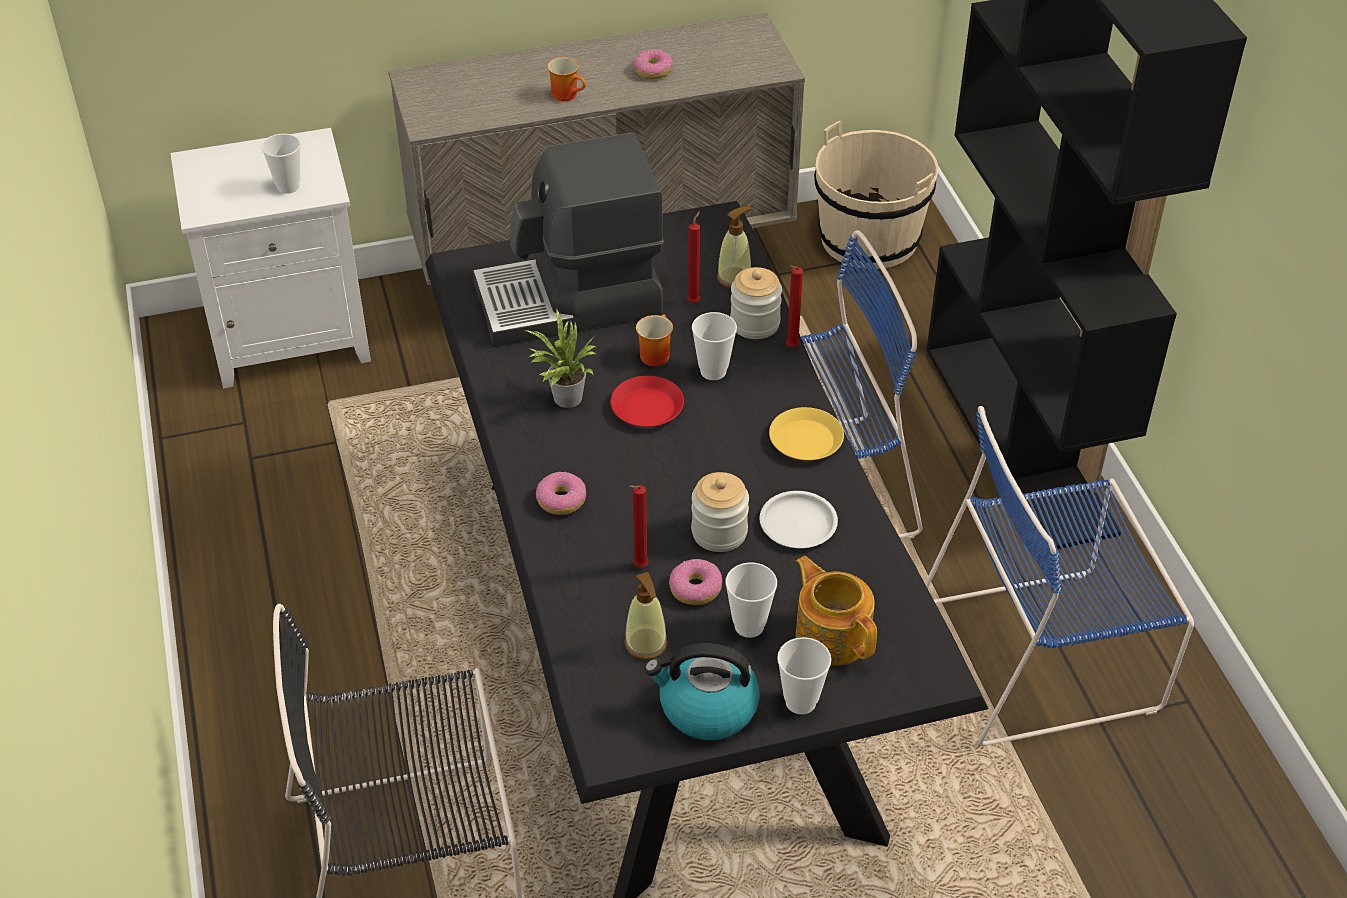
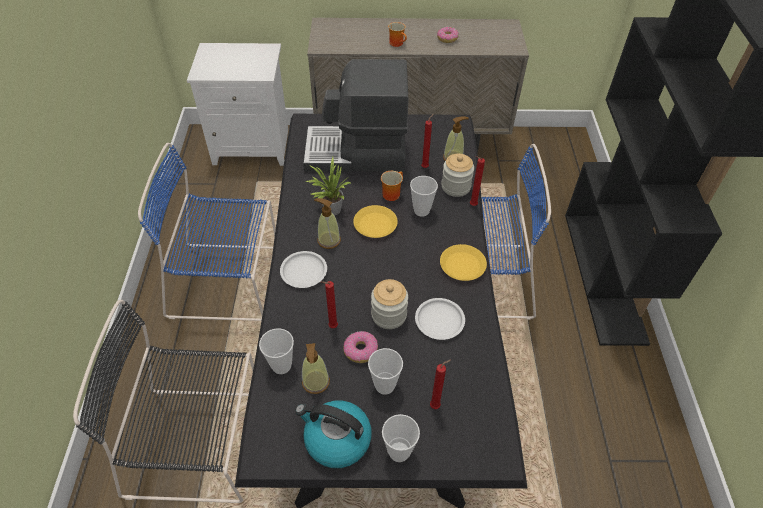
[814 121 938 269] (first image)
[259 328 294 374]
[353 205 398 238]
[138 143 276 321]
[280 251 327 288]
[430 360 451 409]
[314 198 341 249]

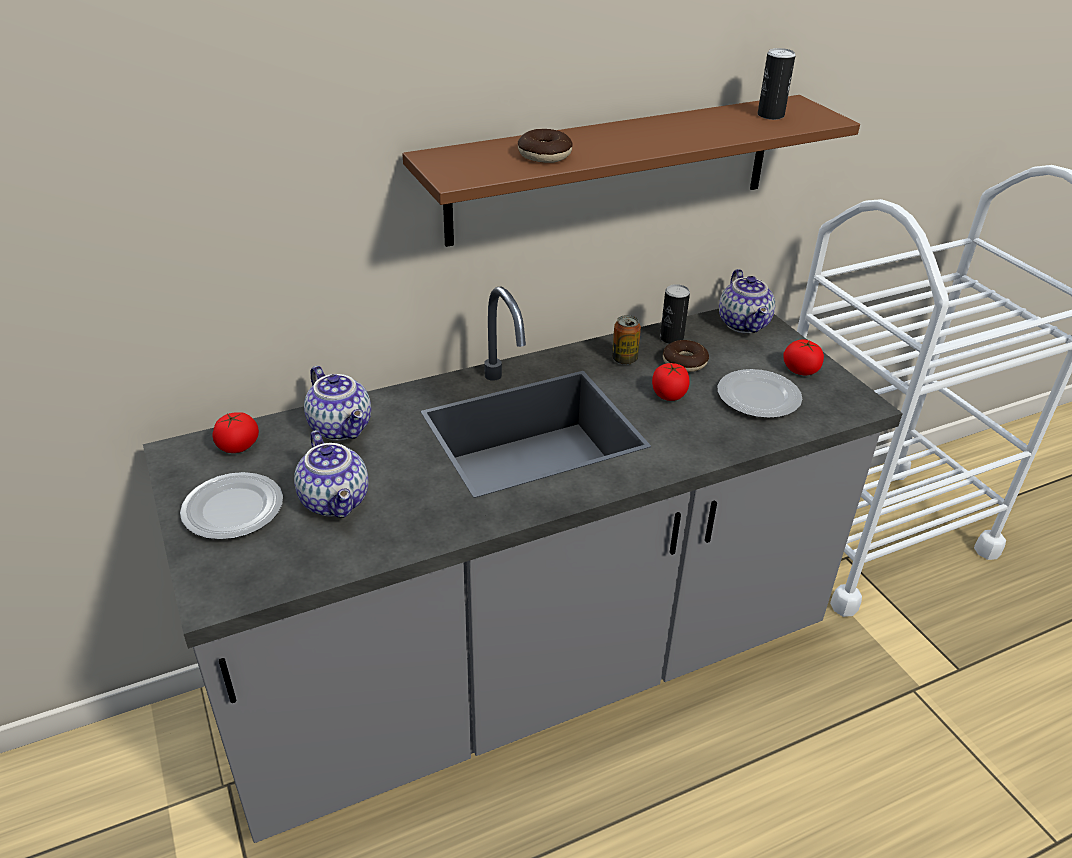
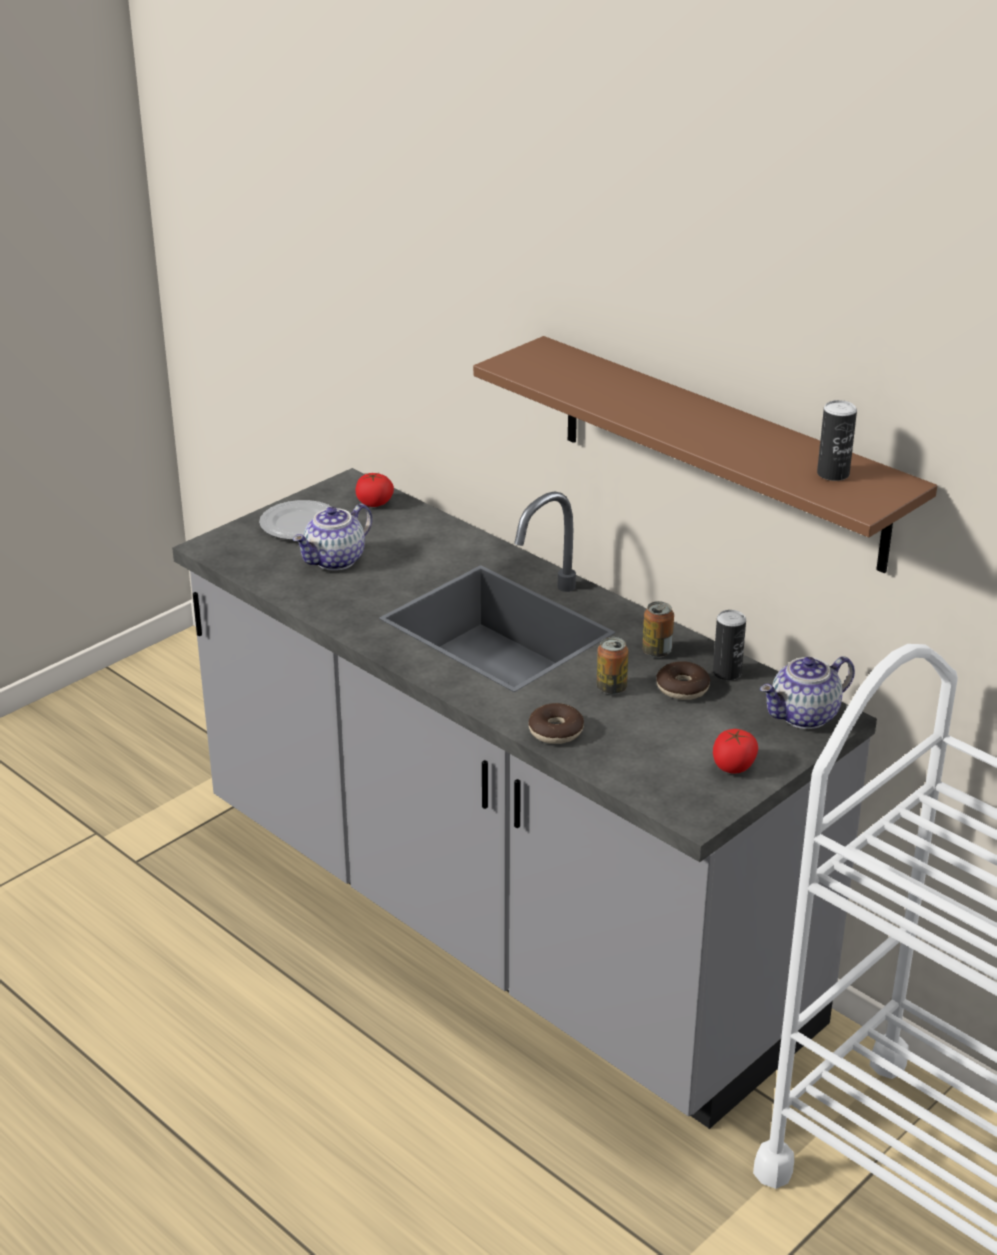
[529 703 584 744]
[597 637 628 695]
[304 366 371 441] (first image)
[717 369 802 418] (first image)

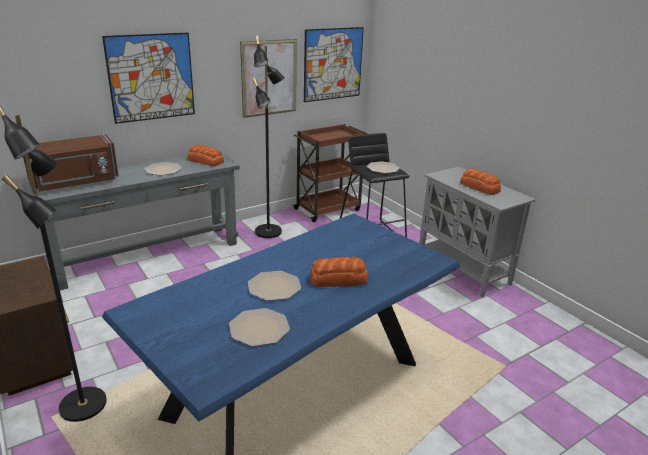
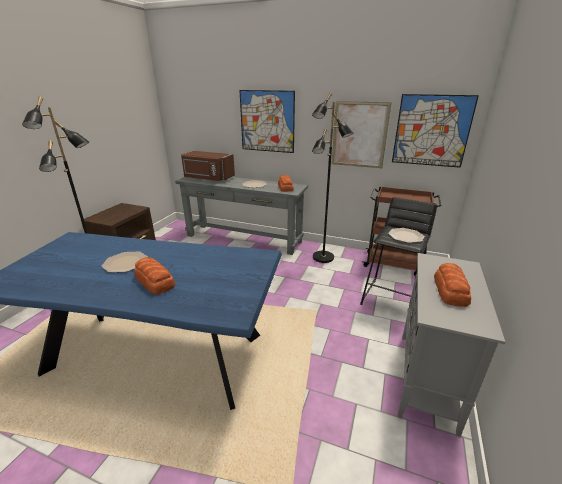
[229 308 290 346] (first image)

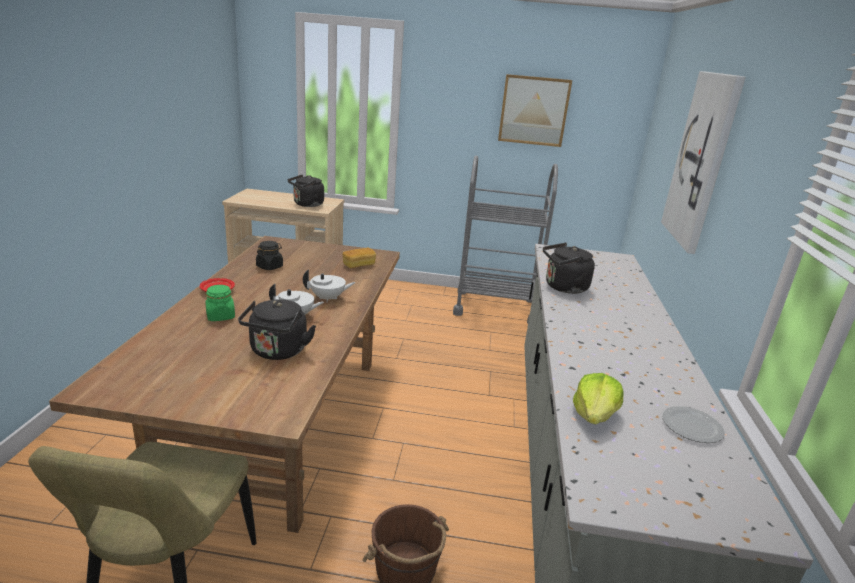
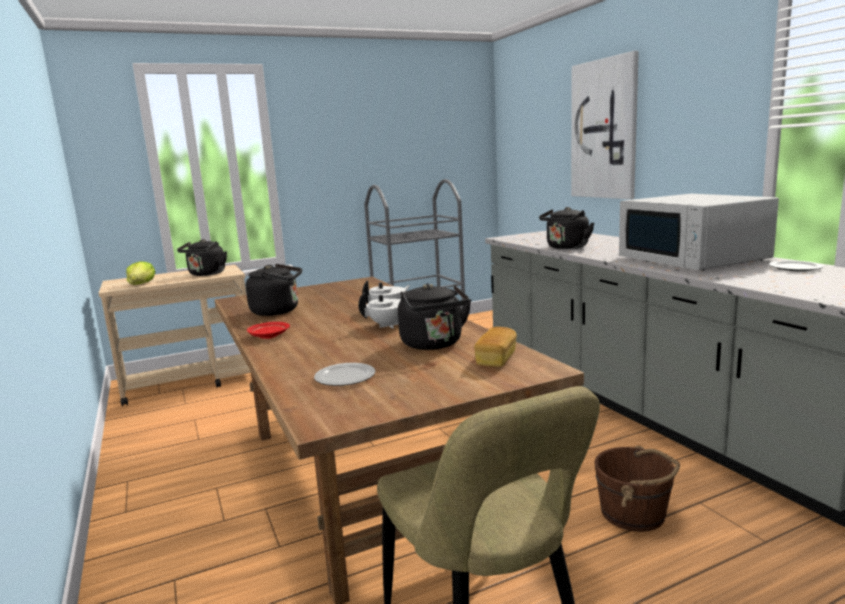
[498 74 572 147] (first image)
[246 264 302 316]
[474 327 517 367]
[205 285 235 321] (first image)
[126 262 155 285]
[619 194 779 270]
[314 363 375 386]

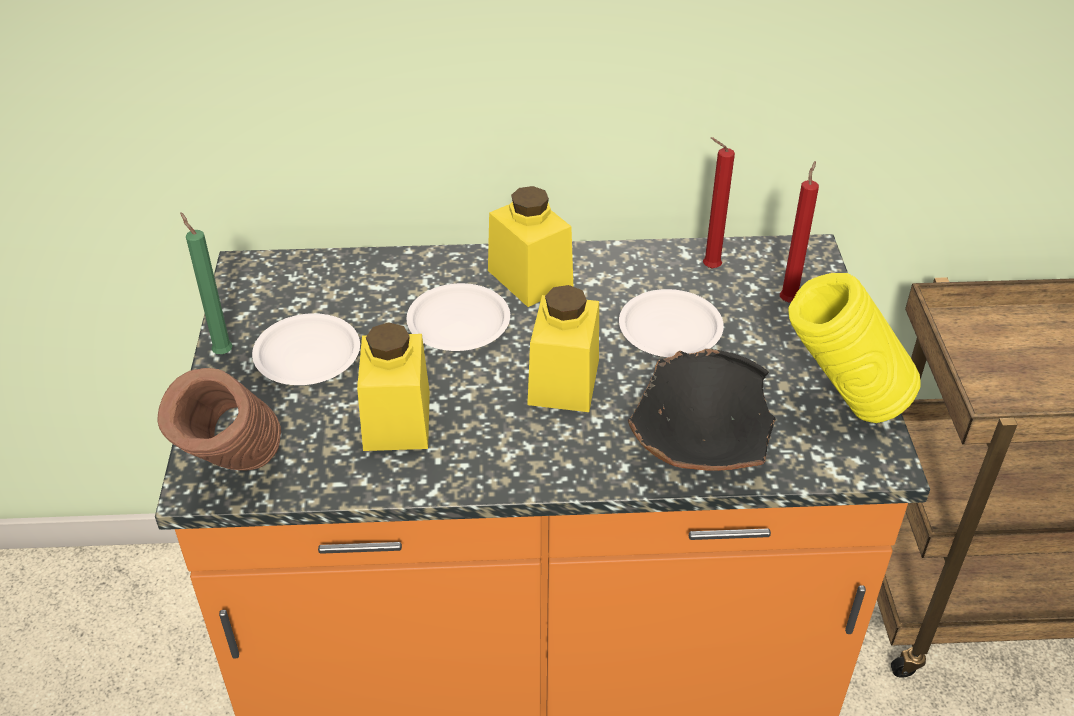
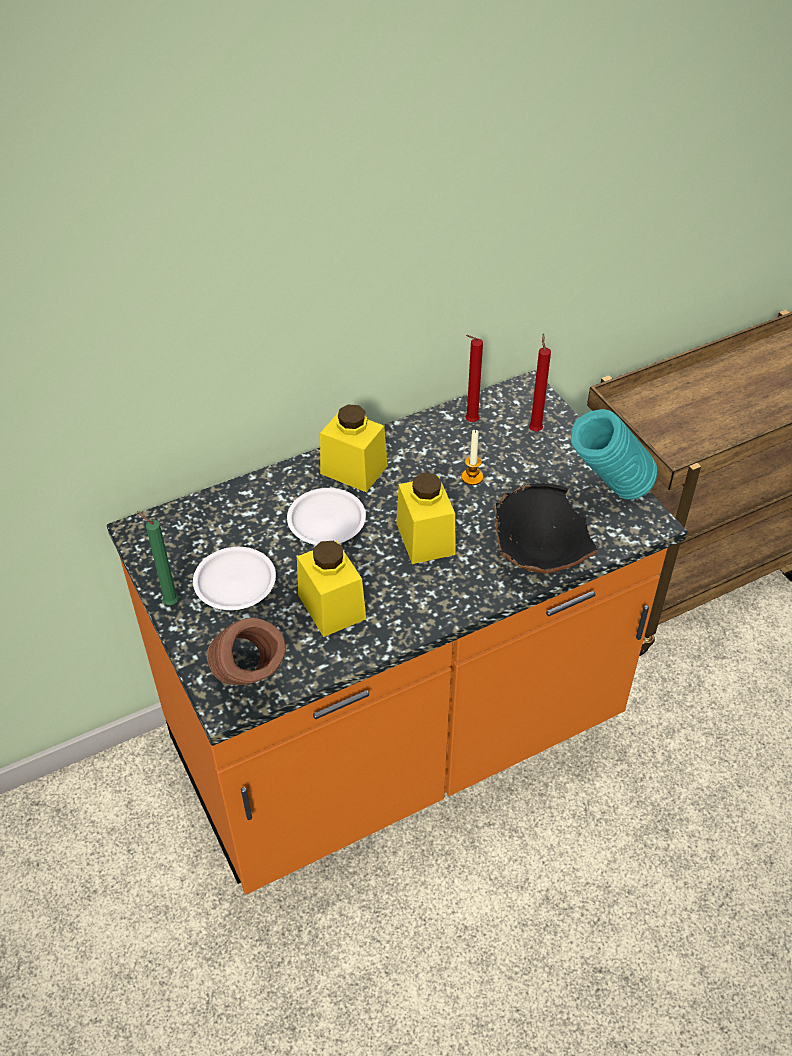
[571 409 657 500]
[461 430 483 485]

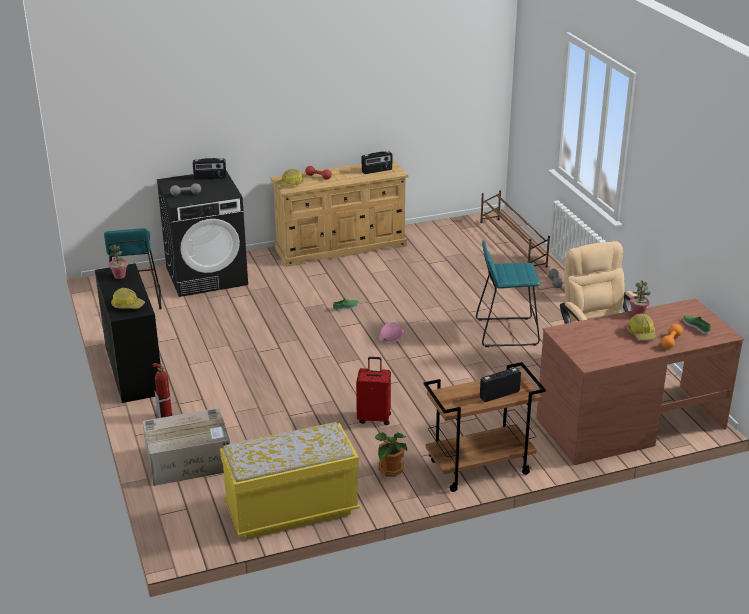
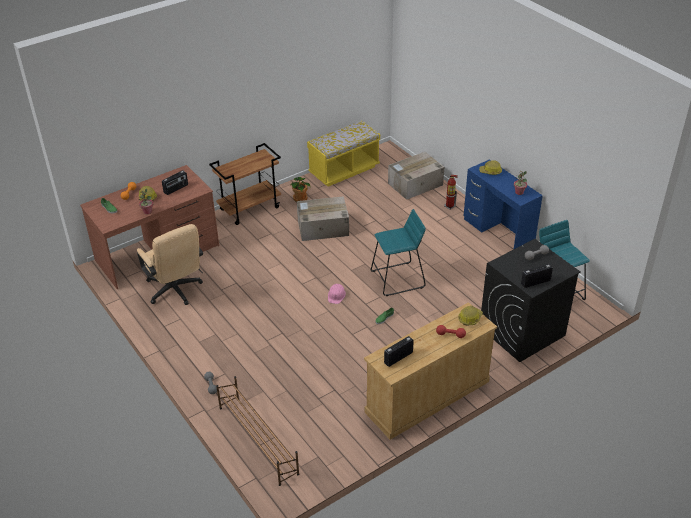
[371 209 426 296]
[464 159 543 250]
[297 196 349 241]
[162 171 188 195]

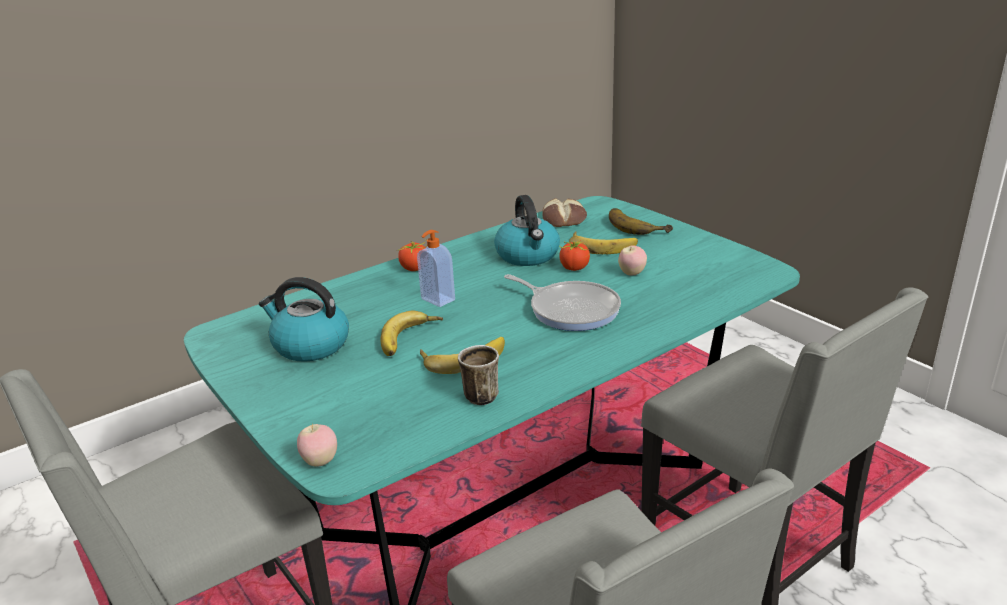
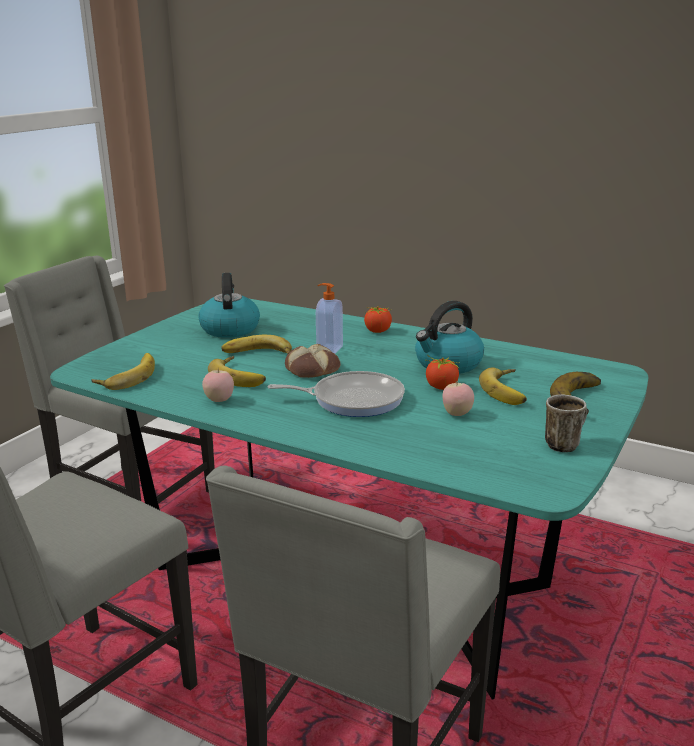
[285 344 340 378]
[267 371 405 417]
[545 395 587 452]
[202 368 234 402]
[91 353 155 390]

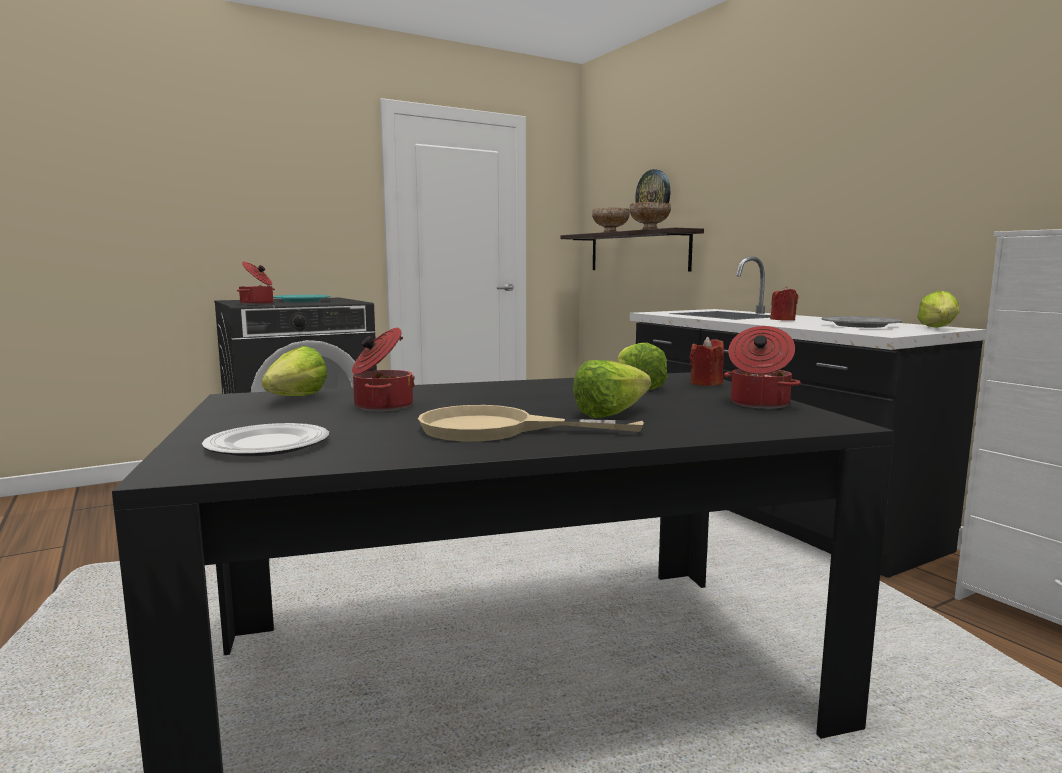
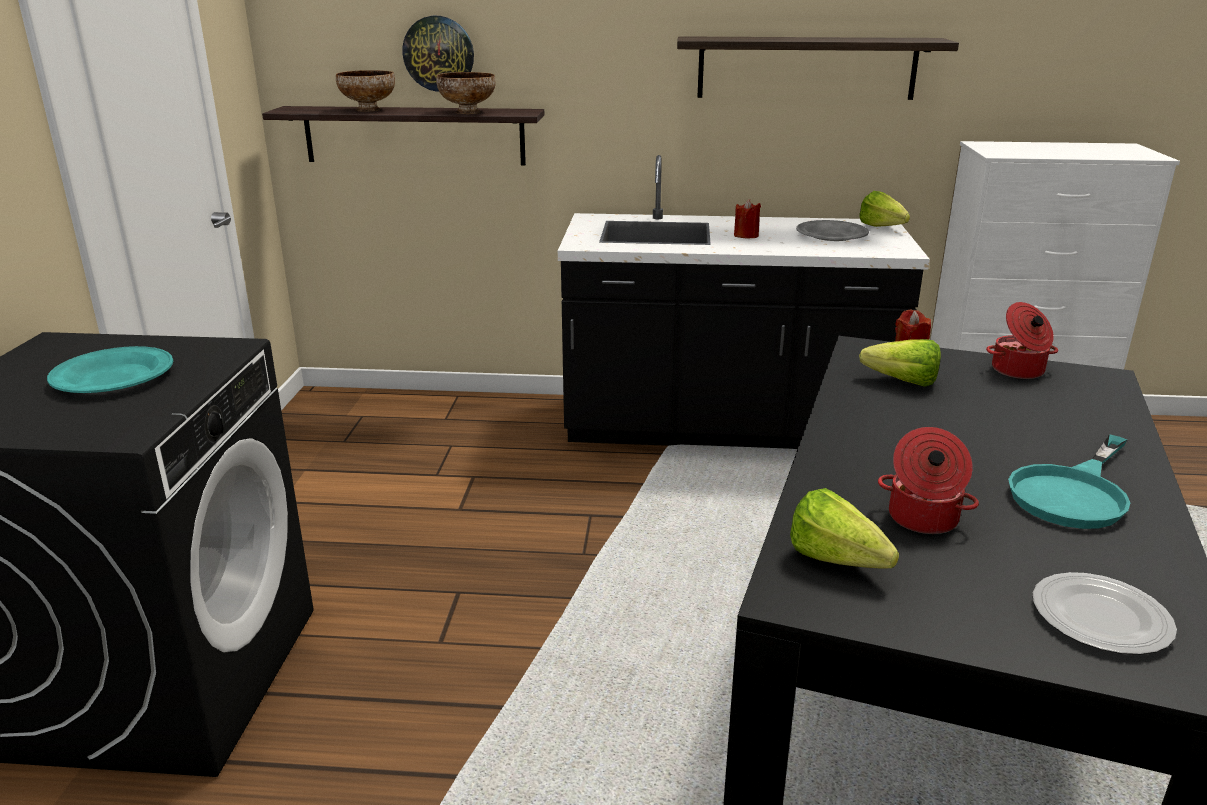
[237 261 275 305] (first image)
[573 360 651 418] (first image)
[1008 434 1130 529]
[677 36 959 100]

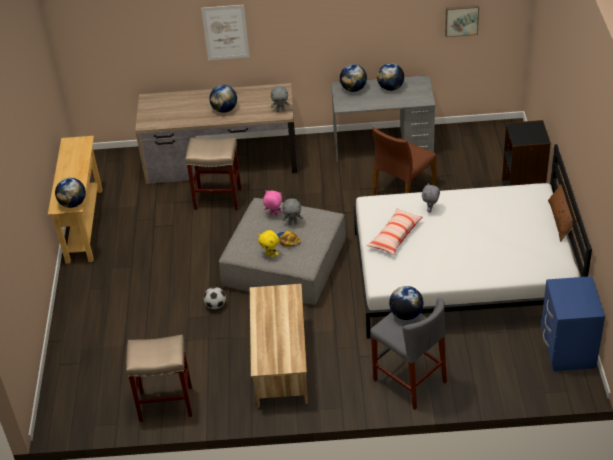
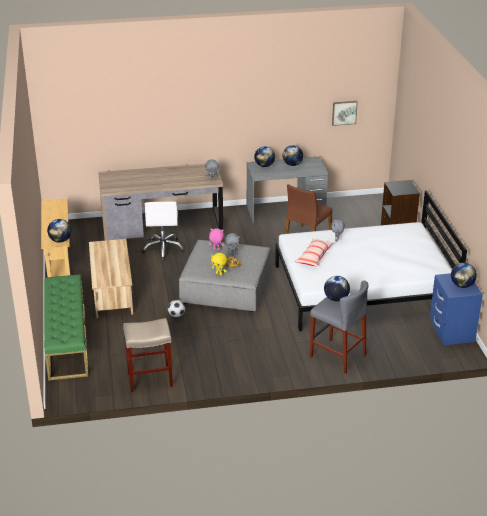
[201 5 250 60] (first image)
[451 263 477 288]
[142 202 185 260]
[548 181 577 242] (first image)
[89 239 133 318]
[44 274 88 381]

